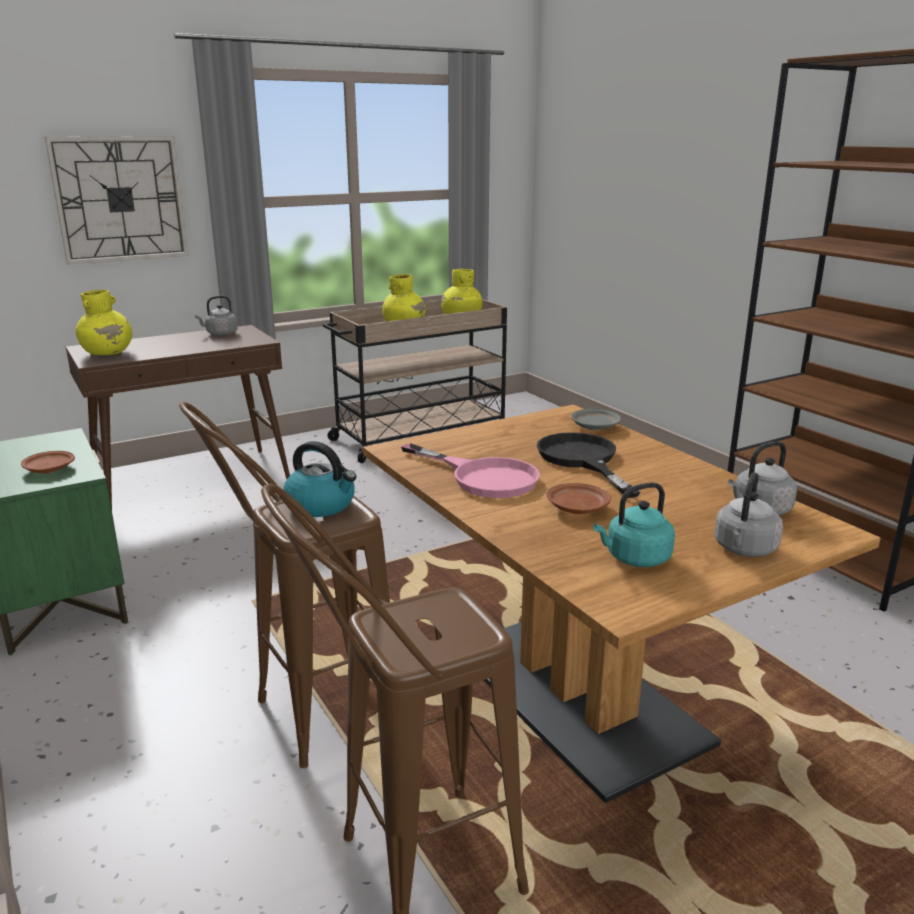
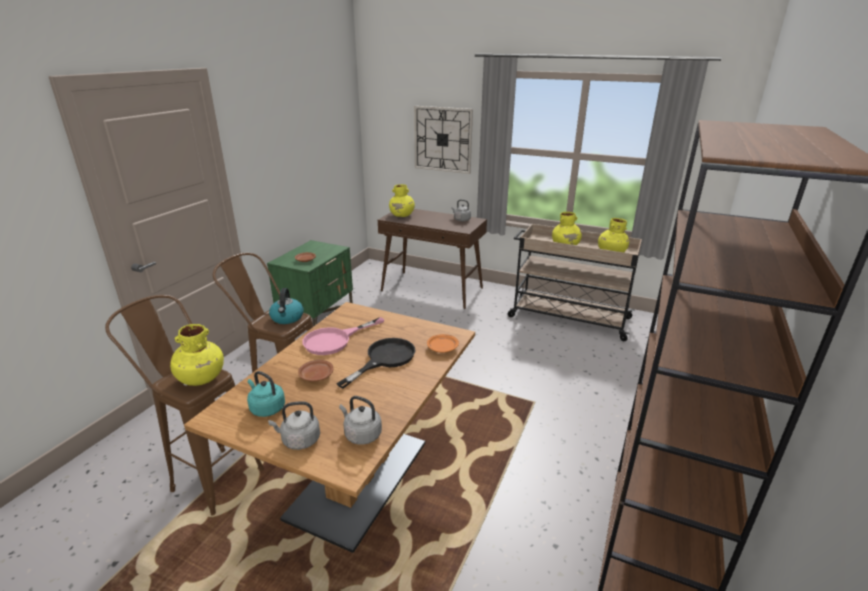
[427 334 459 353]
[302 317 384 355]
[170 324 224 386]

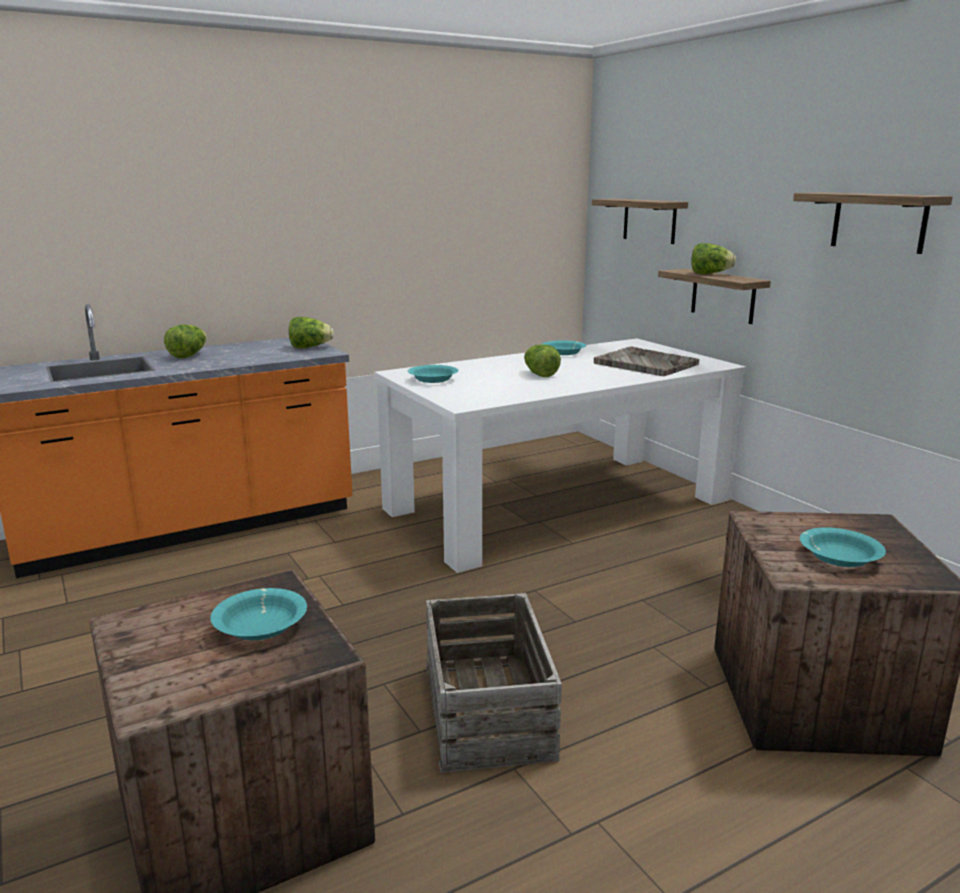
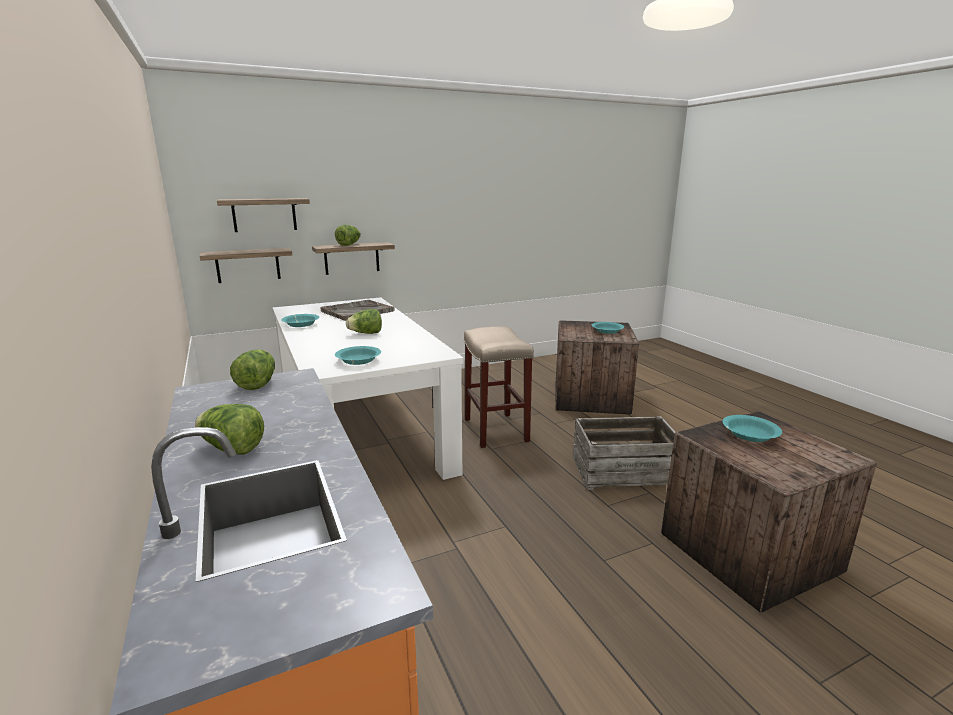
[200 248 292 283]
[464 326 534 448]

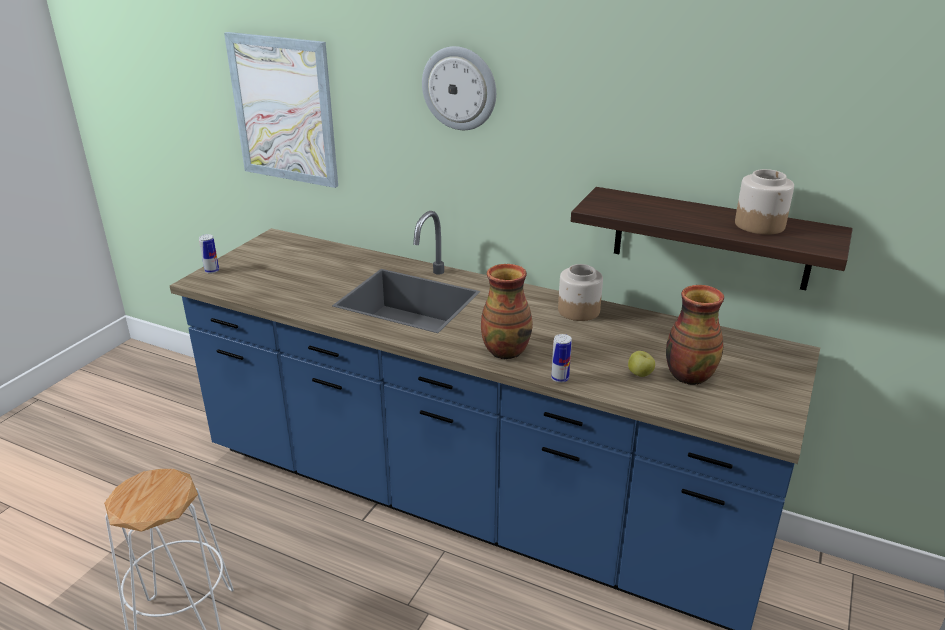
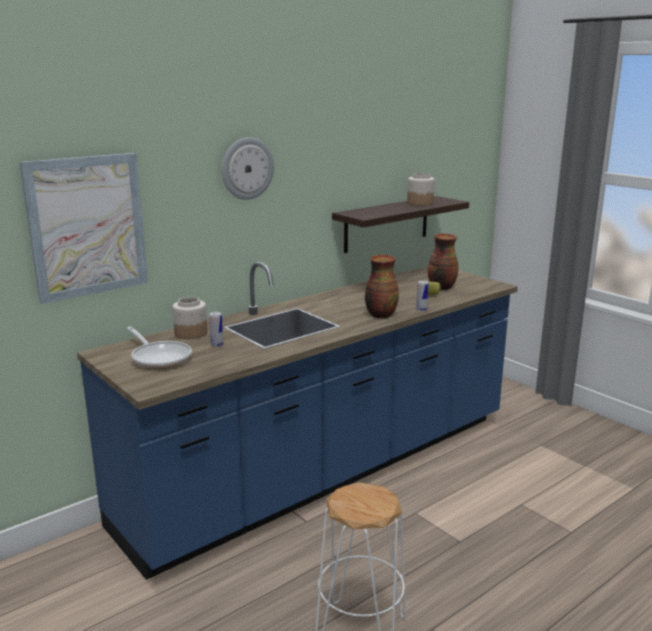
[209 312 223 347]
[172 297 208 339]
[127 327 192 369]

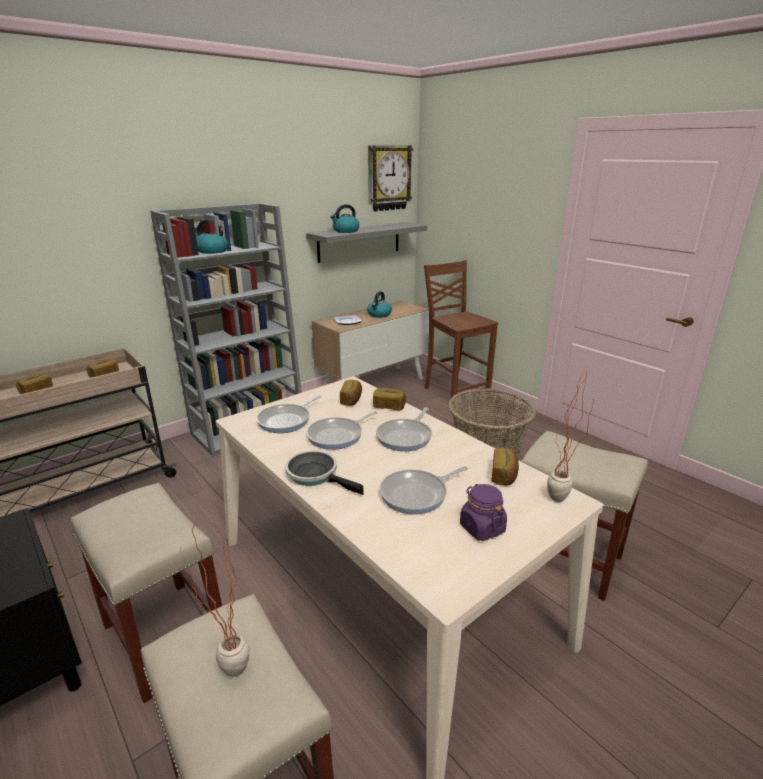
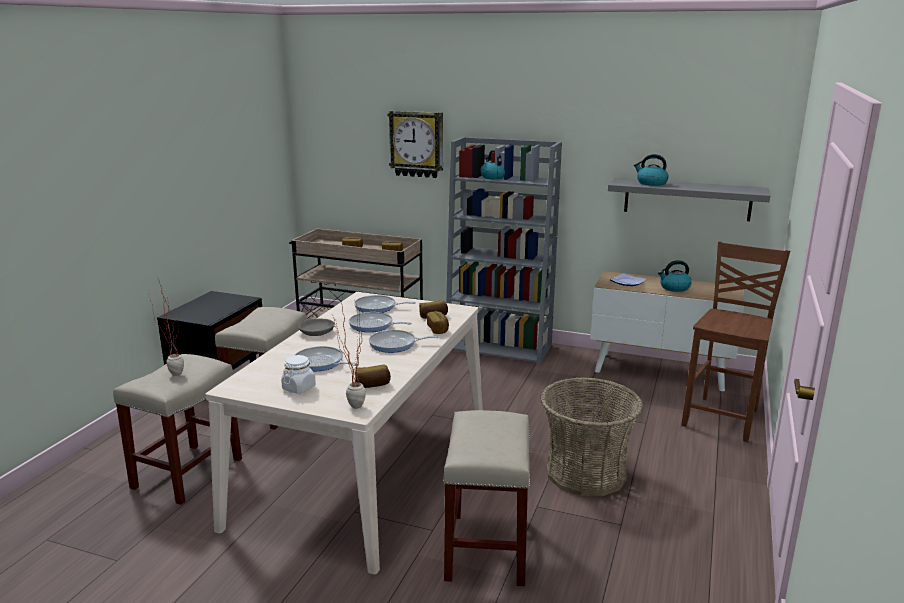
[388 111 443 178]
[298 318 335 336]
[281 355 316 394]

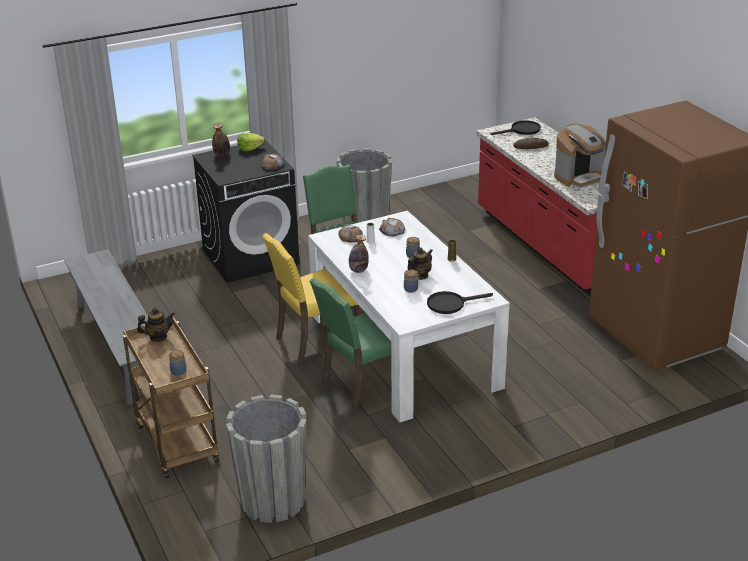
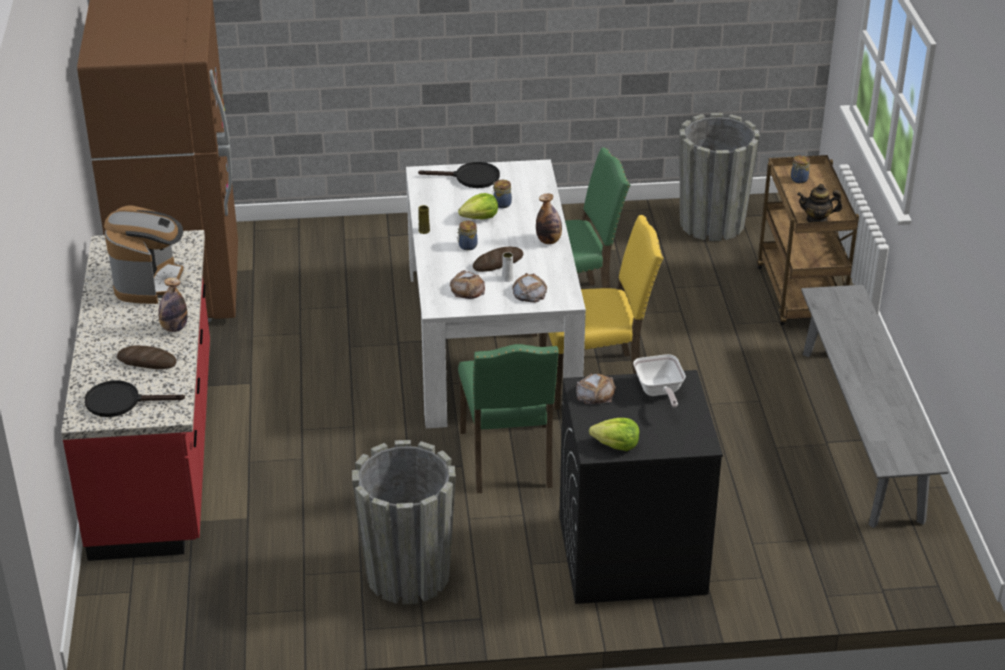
[158 278 188 332]
[104 206 183 304]
[458 193 498 219]
[473 247 523 272]
[633 354 686 408]

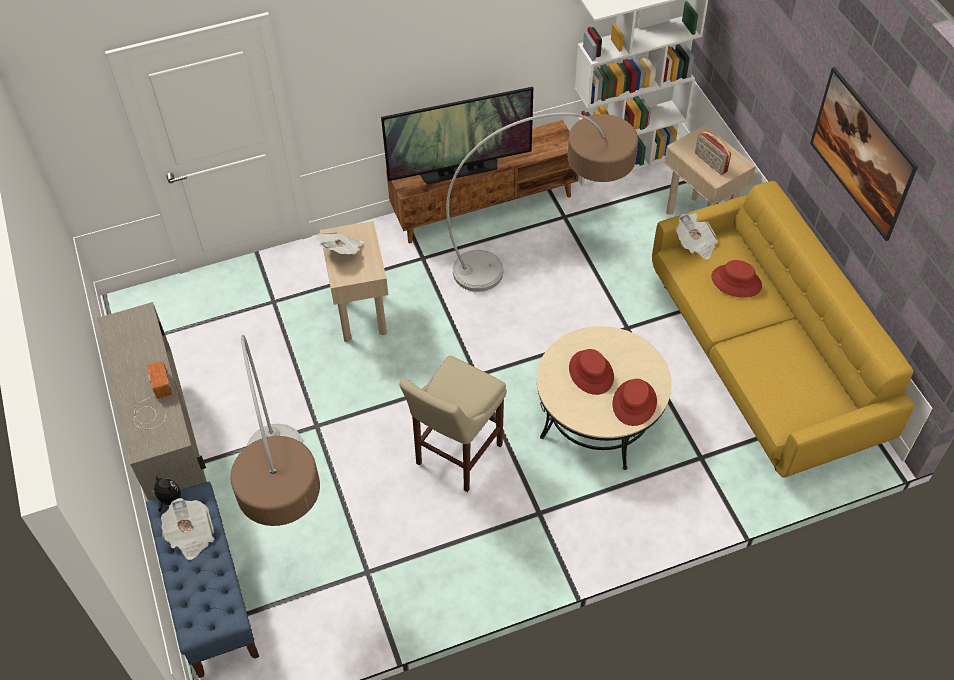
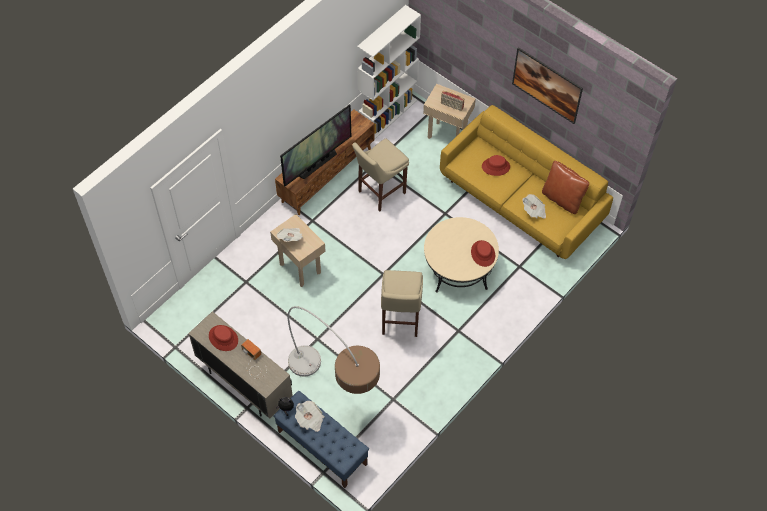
[352 138 409 212]
[522 194 546 218]
[209 325 238 351]
[542 161 589 214]

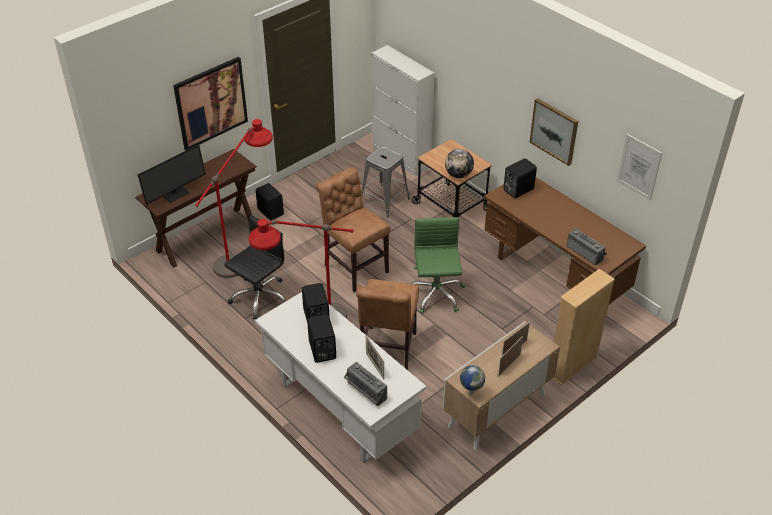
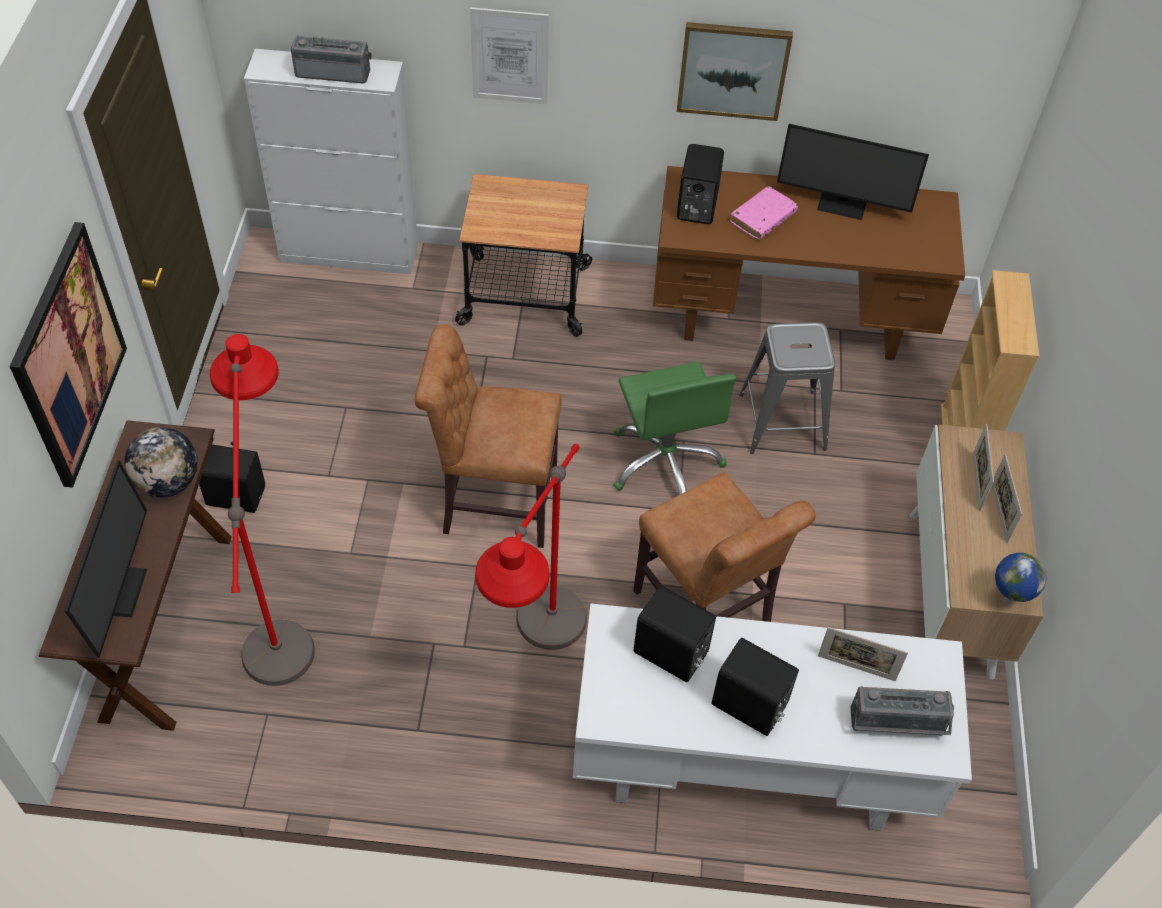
[470 7 549 104]
[739 322 835 454]
[125 427 198 498]
[224 215 286 319] (first image)
[614 362 736 495]
[291 35 372 84]
[777 124 929 220]
[730 186 798 240]

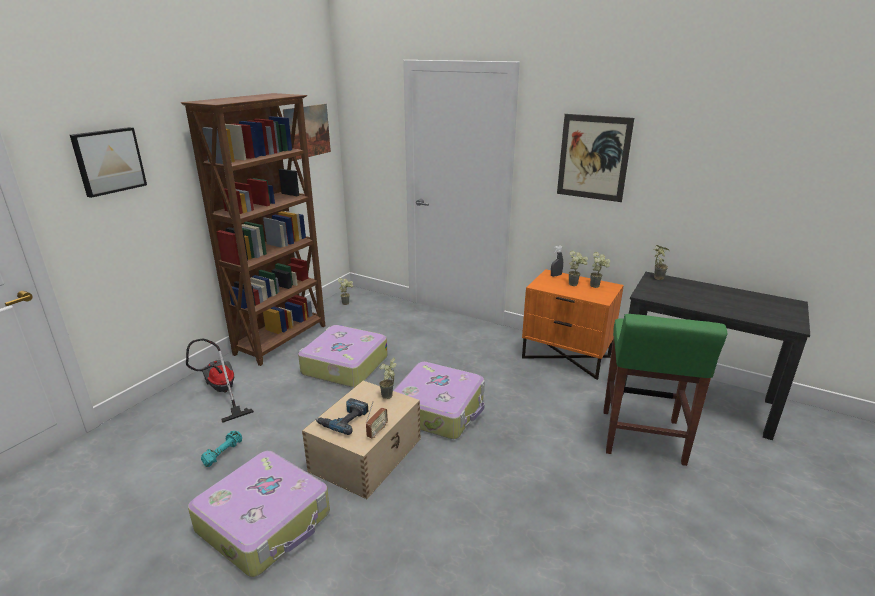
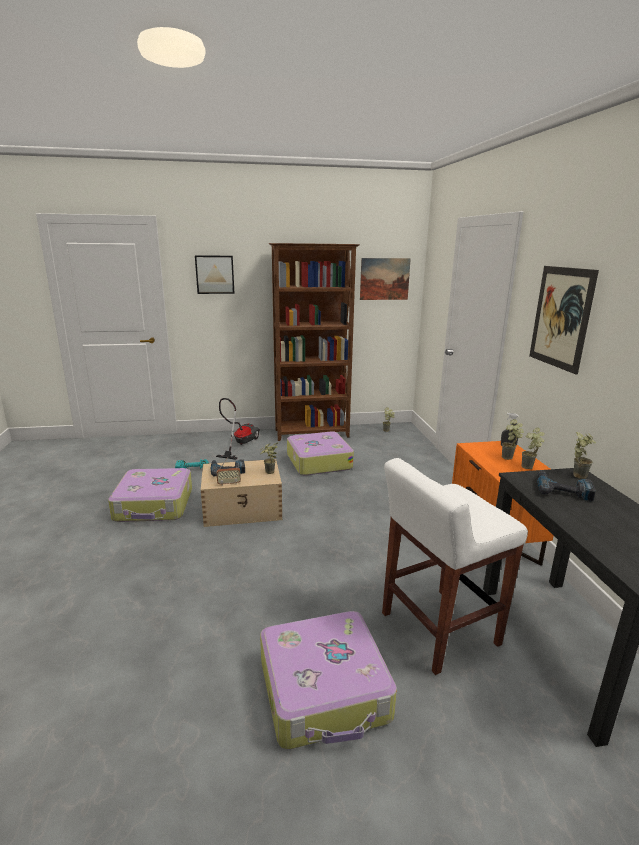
[382 458 528 675]
[260 611 397 749]
[537 470 596 501]

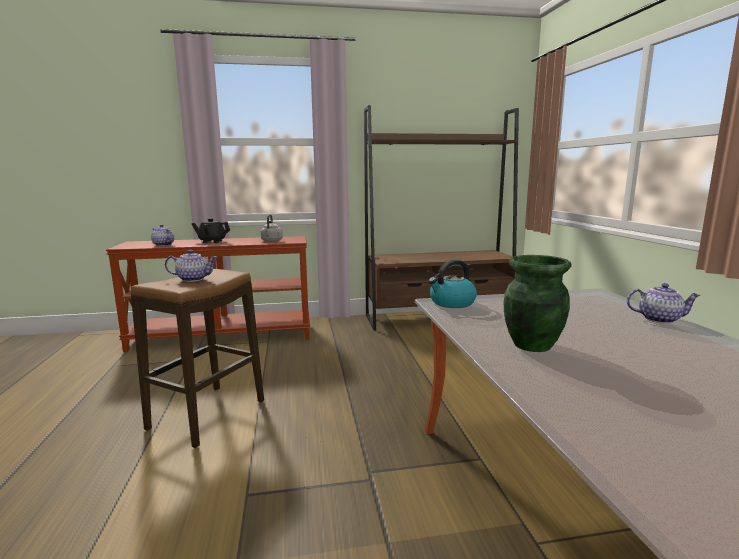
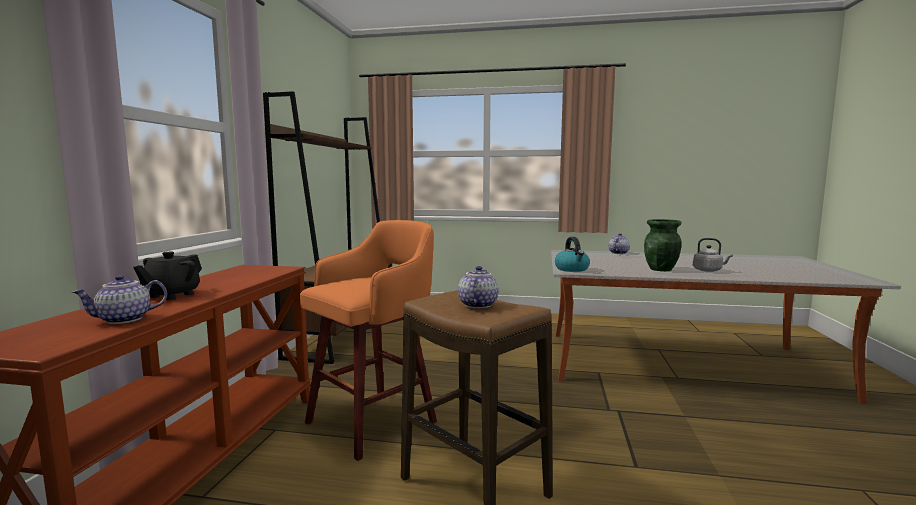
[693 238 733 272]
[300 220 437 461]

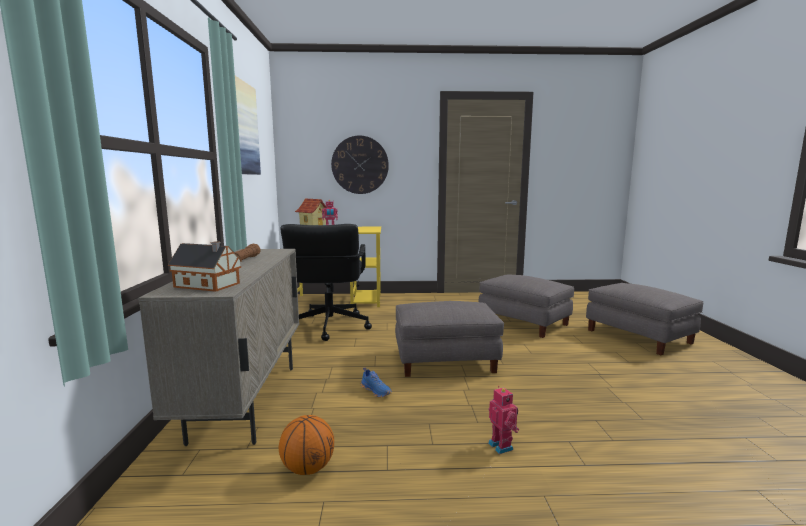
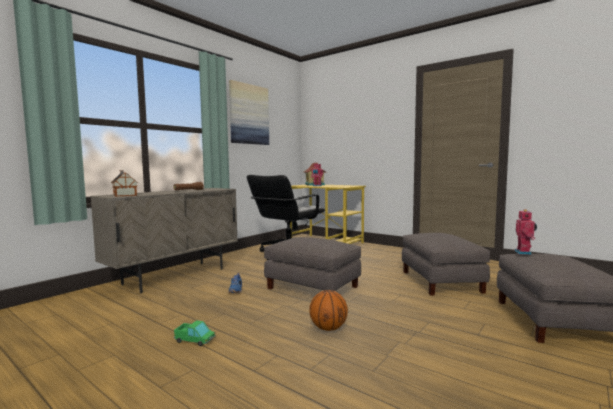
[331 135 389 194] (first image)
[515 209 537 255]
[309 290 348 331]
[174 320 216 346]

